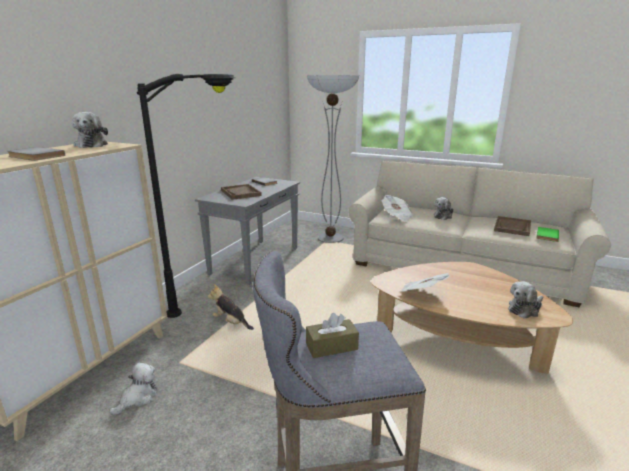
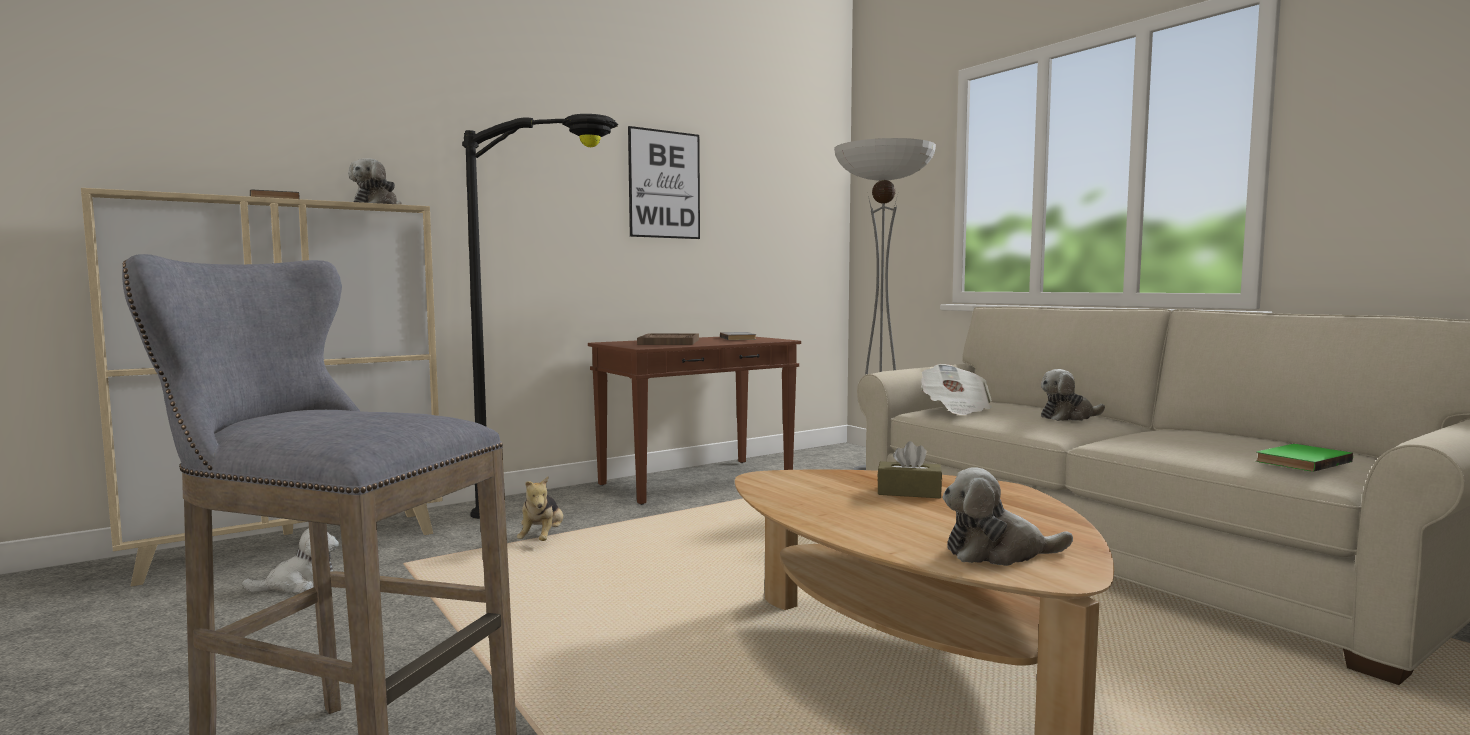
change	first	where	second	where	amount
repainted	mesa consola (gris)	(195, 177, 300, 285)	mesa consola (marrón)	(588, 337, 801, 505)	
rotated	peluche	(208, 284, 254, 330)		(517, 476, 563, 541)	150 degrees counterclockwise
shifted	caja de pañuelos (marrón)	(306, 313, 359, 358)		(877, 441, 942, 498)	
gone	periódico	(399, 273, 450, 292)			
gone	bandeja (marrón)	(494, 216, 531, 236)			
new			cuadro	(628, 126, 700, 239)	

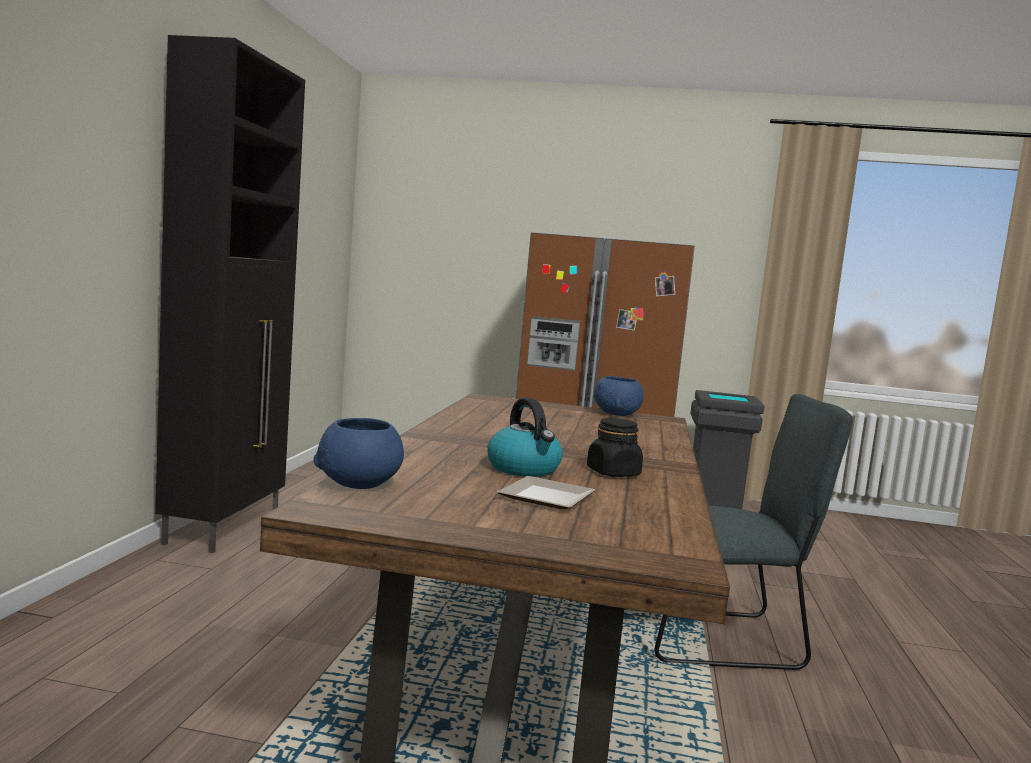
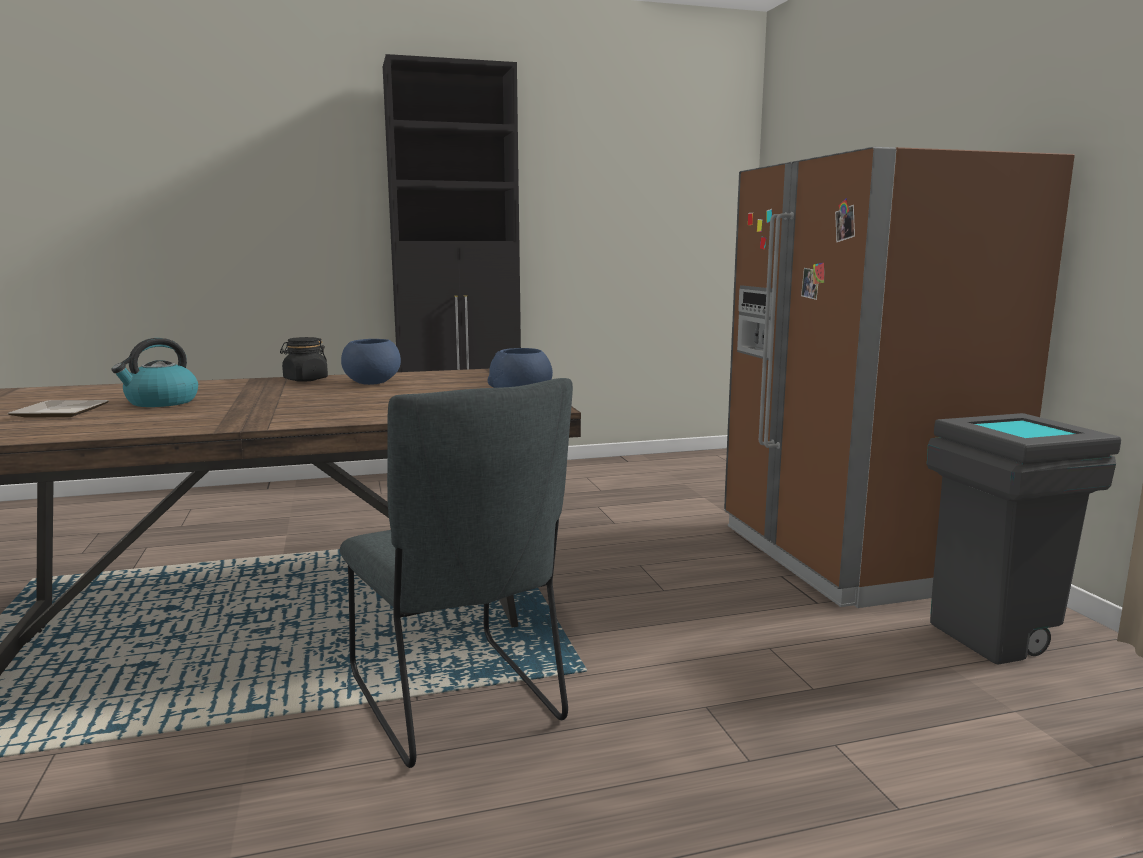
change	first	where	second	where	amount
shifted	cuenco (azul)	(313, 418, 404, 489)		(341, 339, 401, 385)	
shifted	tarro (negro)	(587, 418, 643, 477)		(280, 337, 328, 382)	

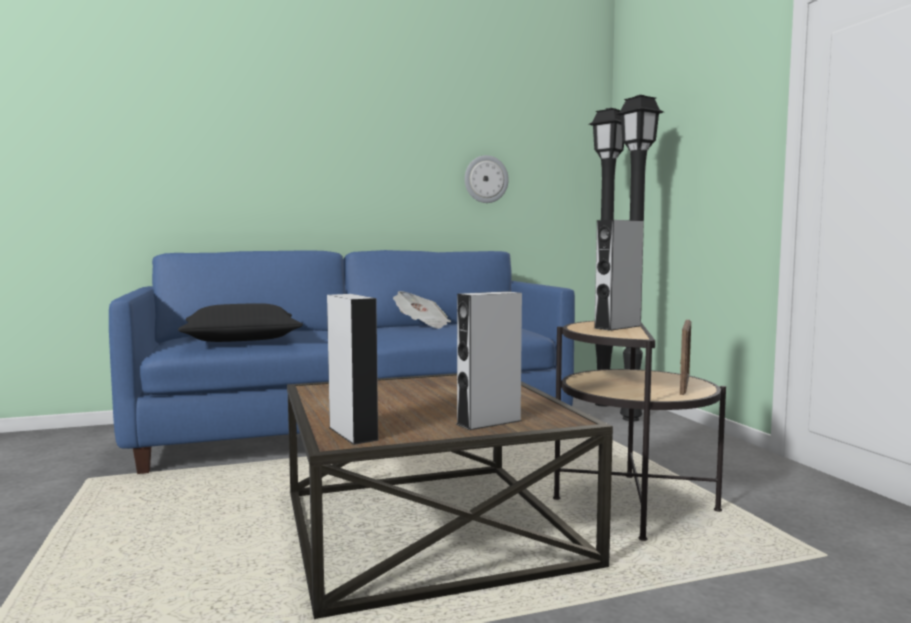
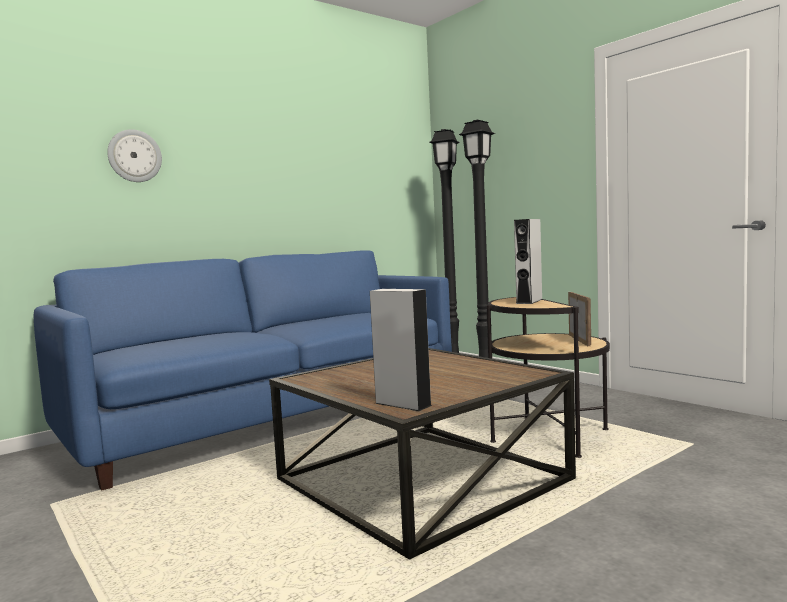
change	first	where	second	where	amount
gone	cojín (negro)	(178, 303, 303, 342)			
gone	periódico	(393, 291, 451, 329)			
gone	altavoz (gris)	(457, 291, 522, 430)			
shifted	reloj de pared	(465, 155, 509, 203)		(107, 129, 162, 182)	

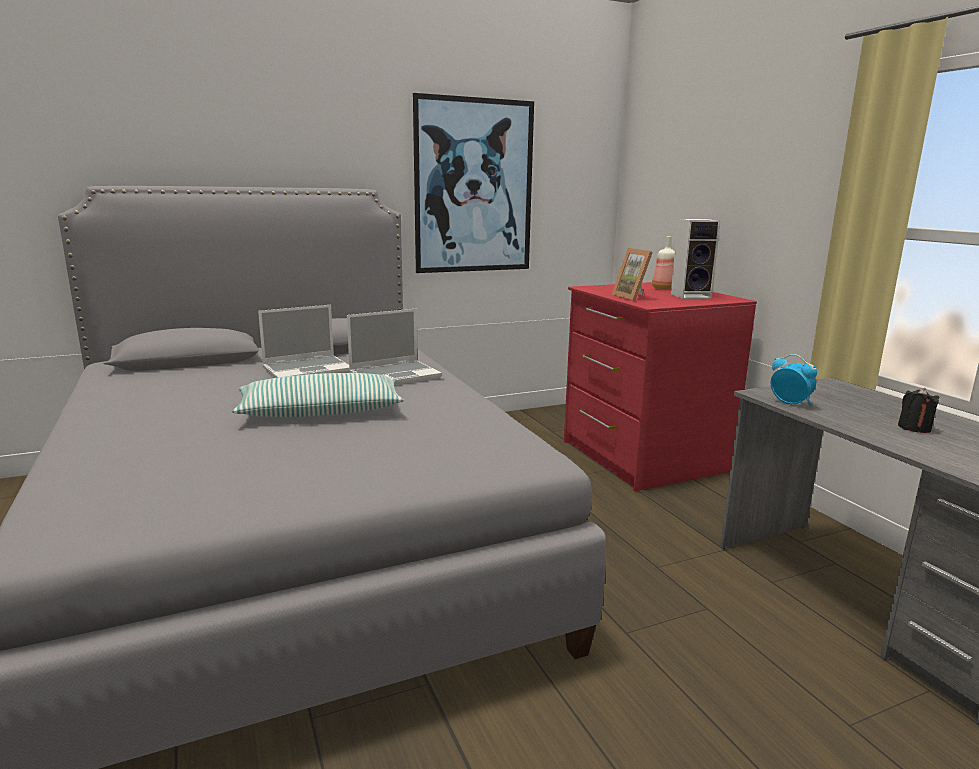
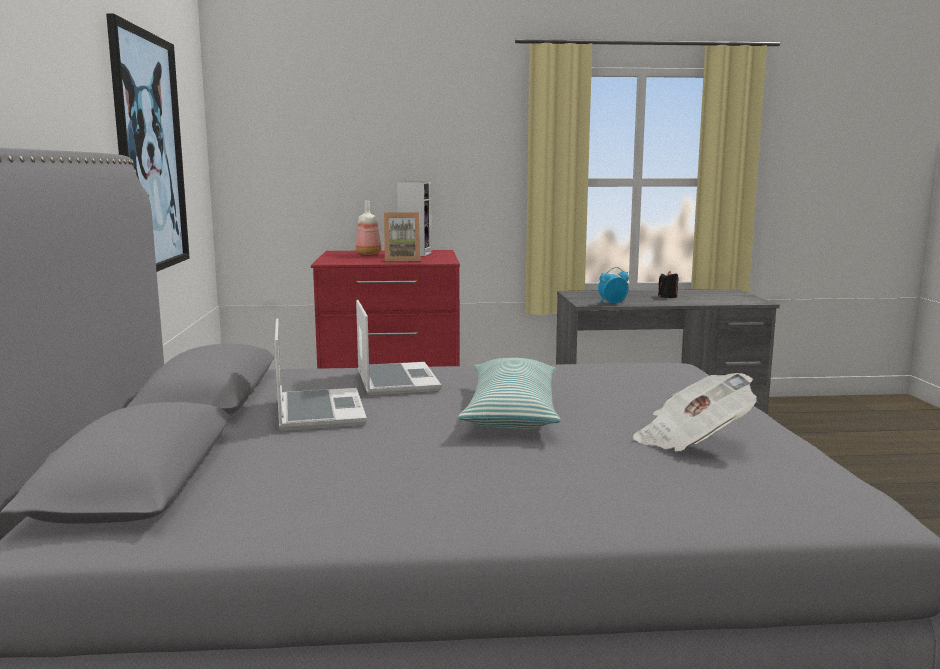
change	first	where	second	where	amount
new			periódico	(633, 373, 757, 451)	

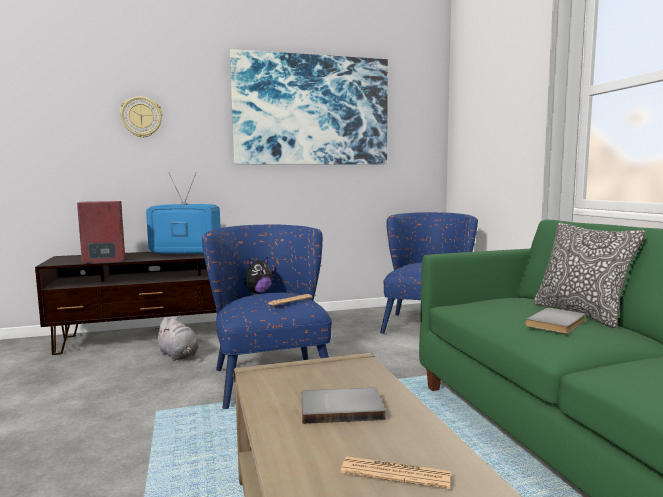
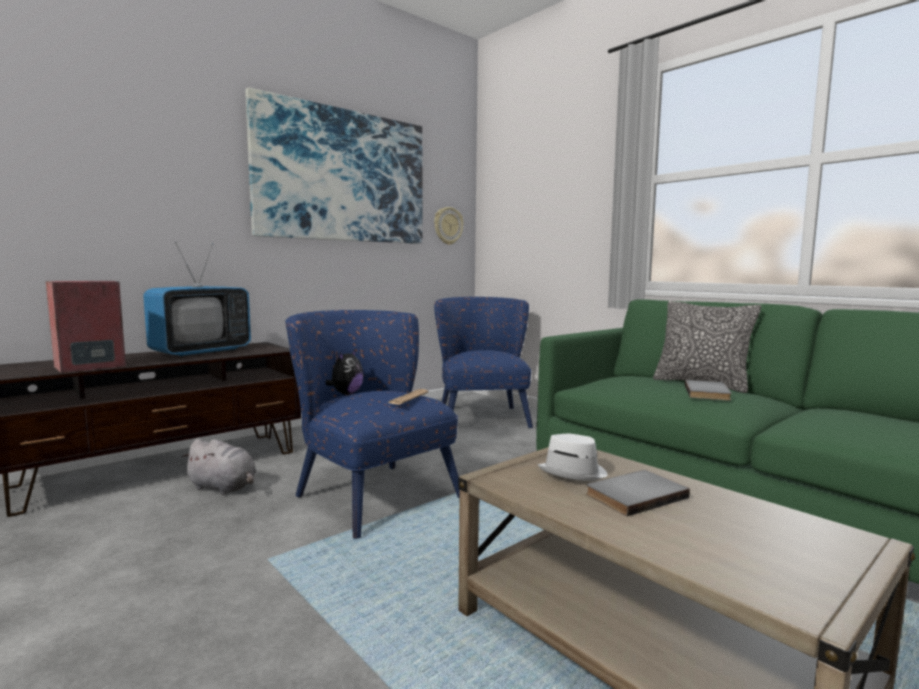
change	first	where	second	where	amount
shifted	reloj de pared	(120, 96, 162, 138)		(434, 207, 463, 245)	
rotated	televisor	(146, 172, 221, 255)		(143, 242, 251, 357)	150 degrees clockwise
gone	periódico	(341, 456, 451, 489)			
new			sombrero (blanco)	(537, 434, 607, 481)	

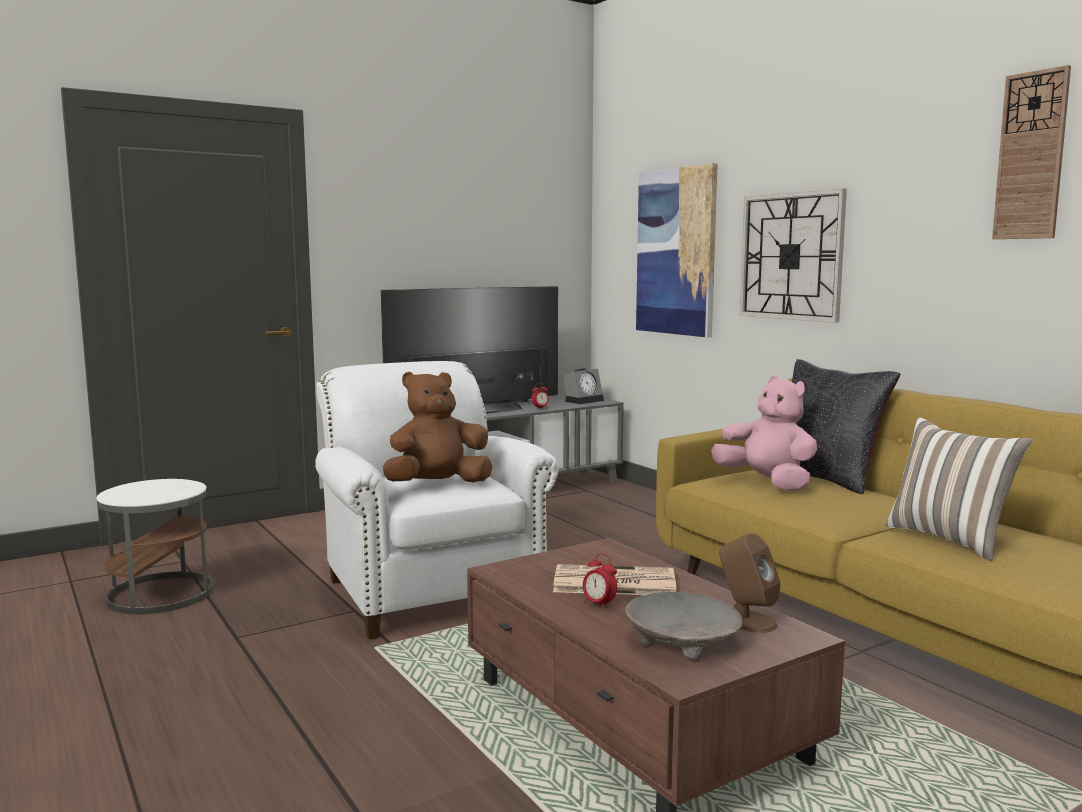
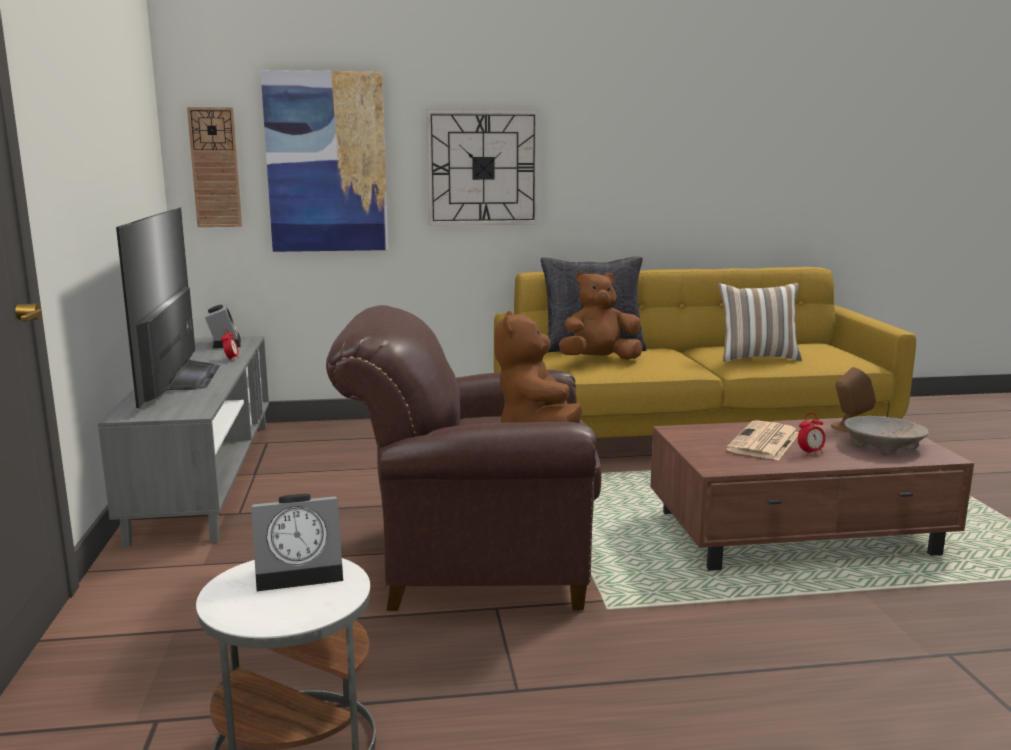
change	first	where	second	where	amount
repainted	sillón (blanco)	(315, 361, 559, 640)	sillón (marrón)	(326, 305, 602, 611)	
repainted	peluche (rosa)	(711, 375, 817, 491)	peluche (marrón)	(559, 272, 643, 360)	
shifted	reloj de pared	(992, 65, 1071, 239)		(187, 107, 242, 227)	
new			despertador	(251, 494, 343, 591)	

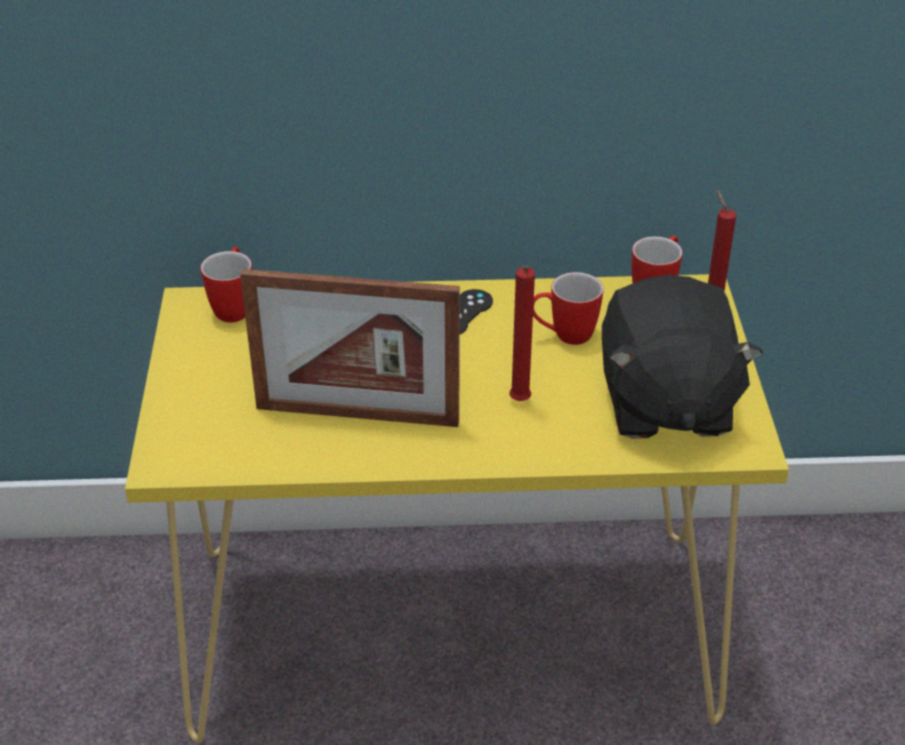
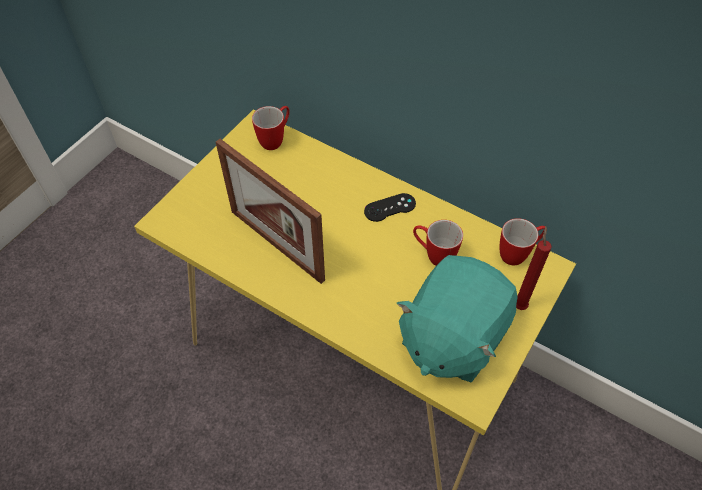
change	first	where	second	where	amount
gone	vela (rojo)	(509, 266, 535, 401)			
repainted	peluche (negro)	(602, 275, 763, 439)	peluche (turquesa)	(397, 255, 518, 383)	

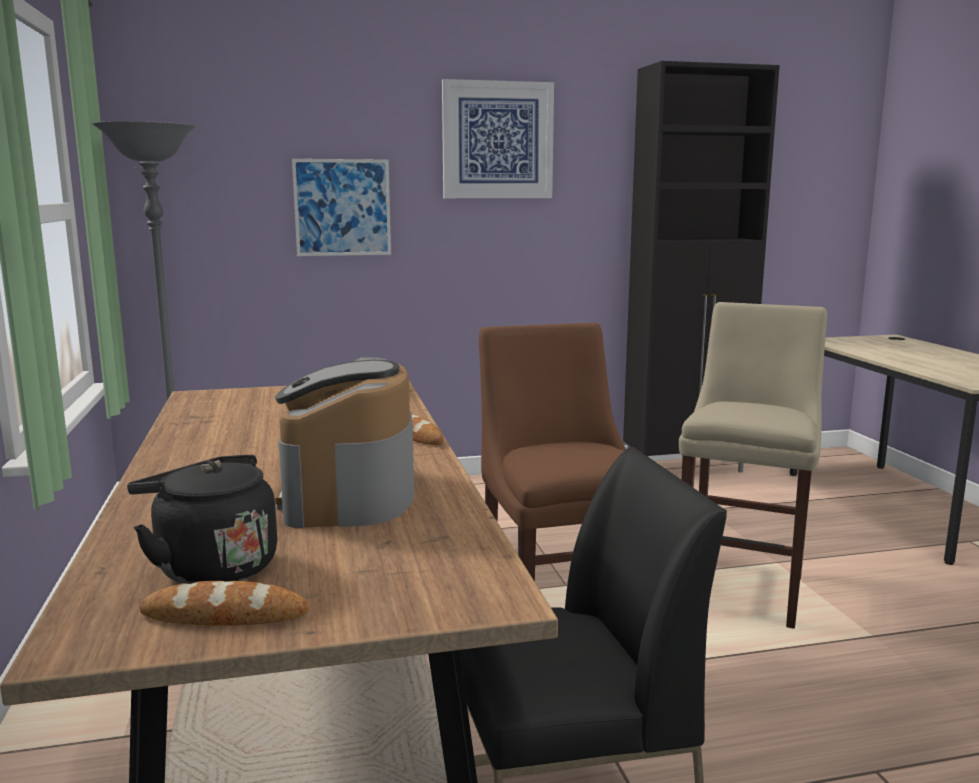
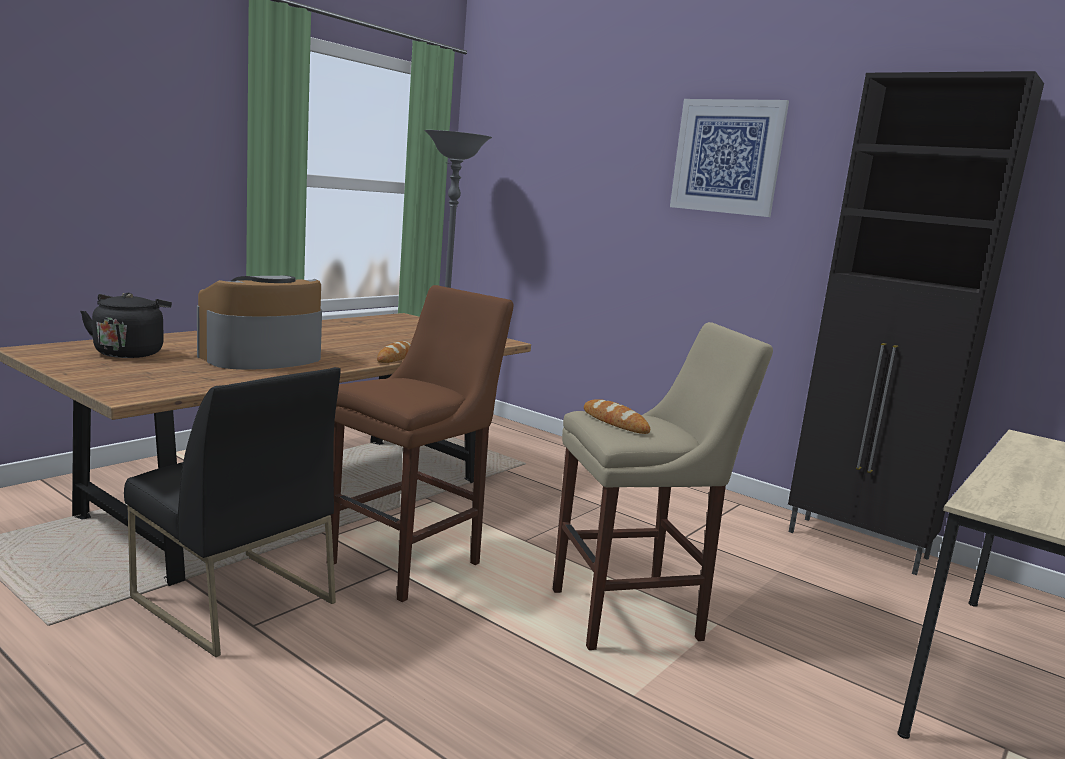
change	first	where	second	where	amount
shifted	pan	(139, 581, 309, 626)		(584, 399, 650, 434)	
gone	cuadro	(292, 159, 391, 256)			

